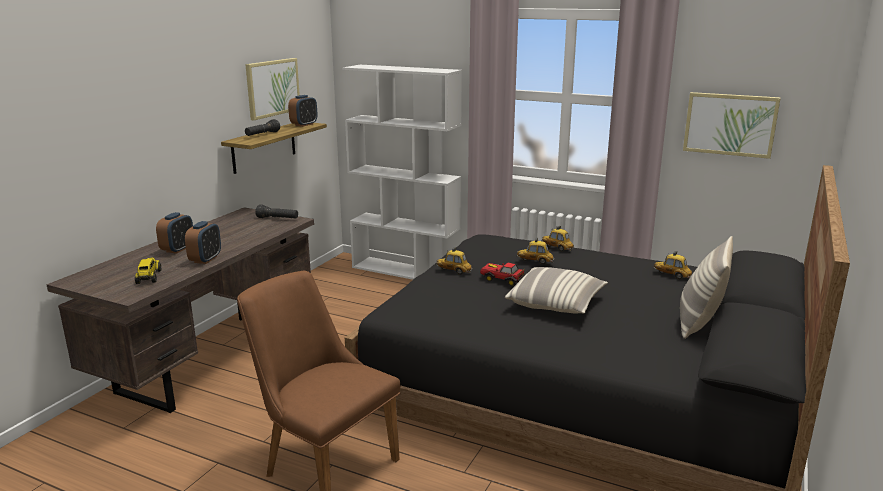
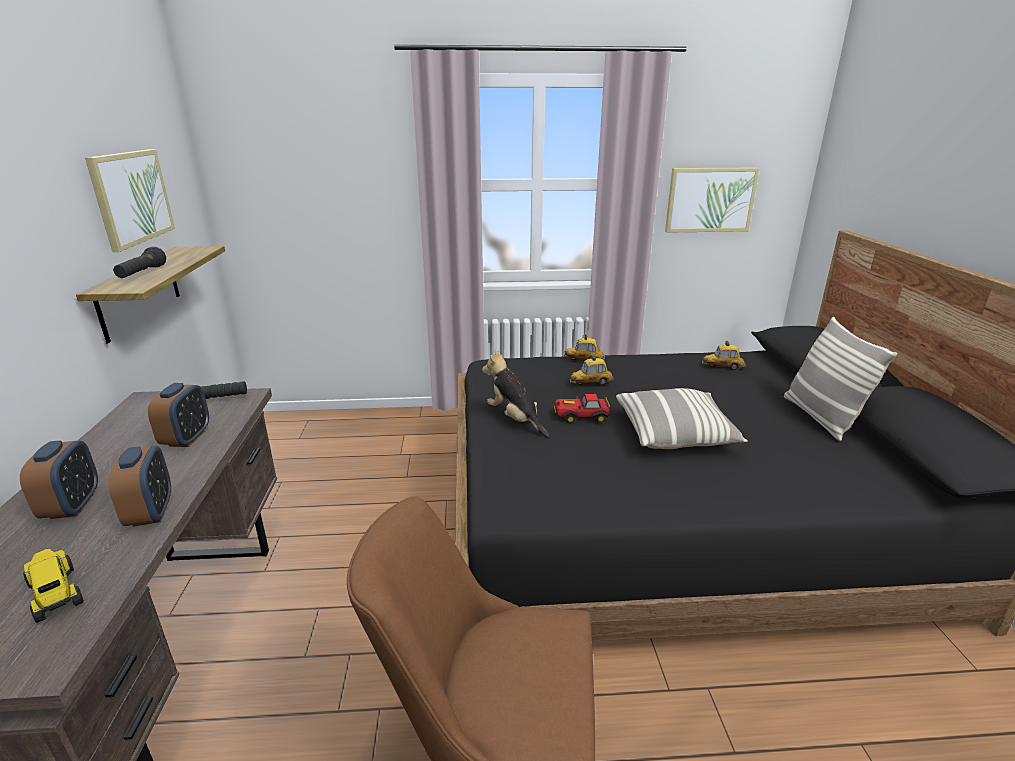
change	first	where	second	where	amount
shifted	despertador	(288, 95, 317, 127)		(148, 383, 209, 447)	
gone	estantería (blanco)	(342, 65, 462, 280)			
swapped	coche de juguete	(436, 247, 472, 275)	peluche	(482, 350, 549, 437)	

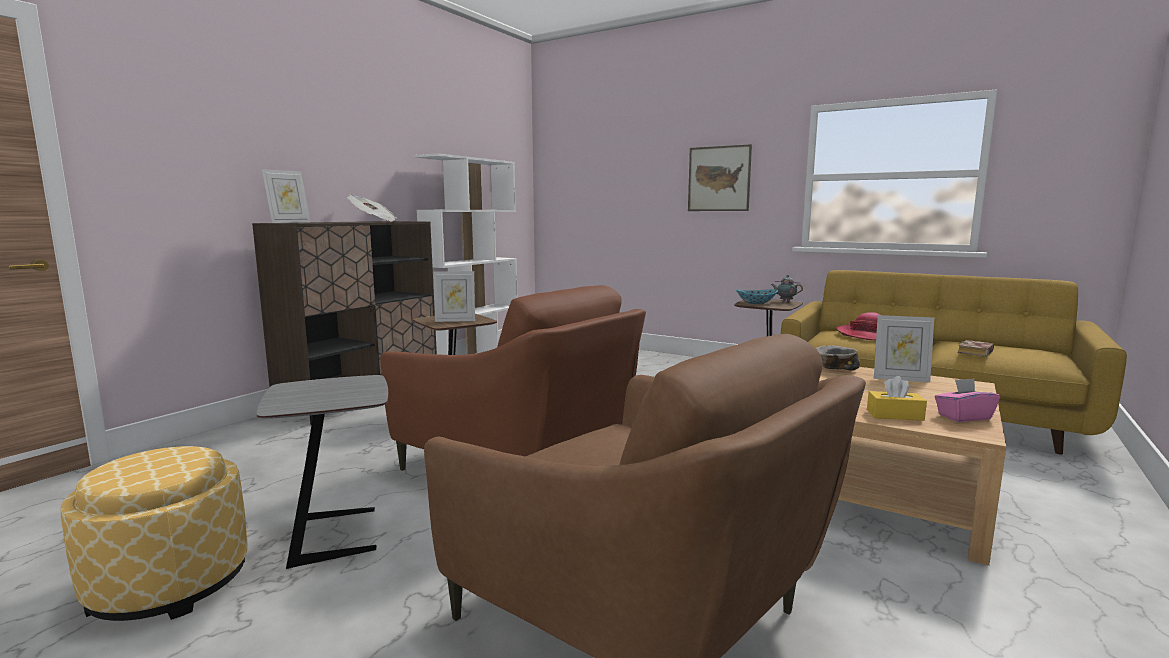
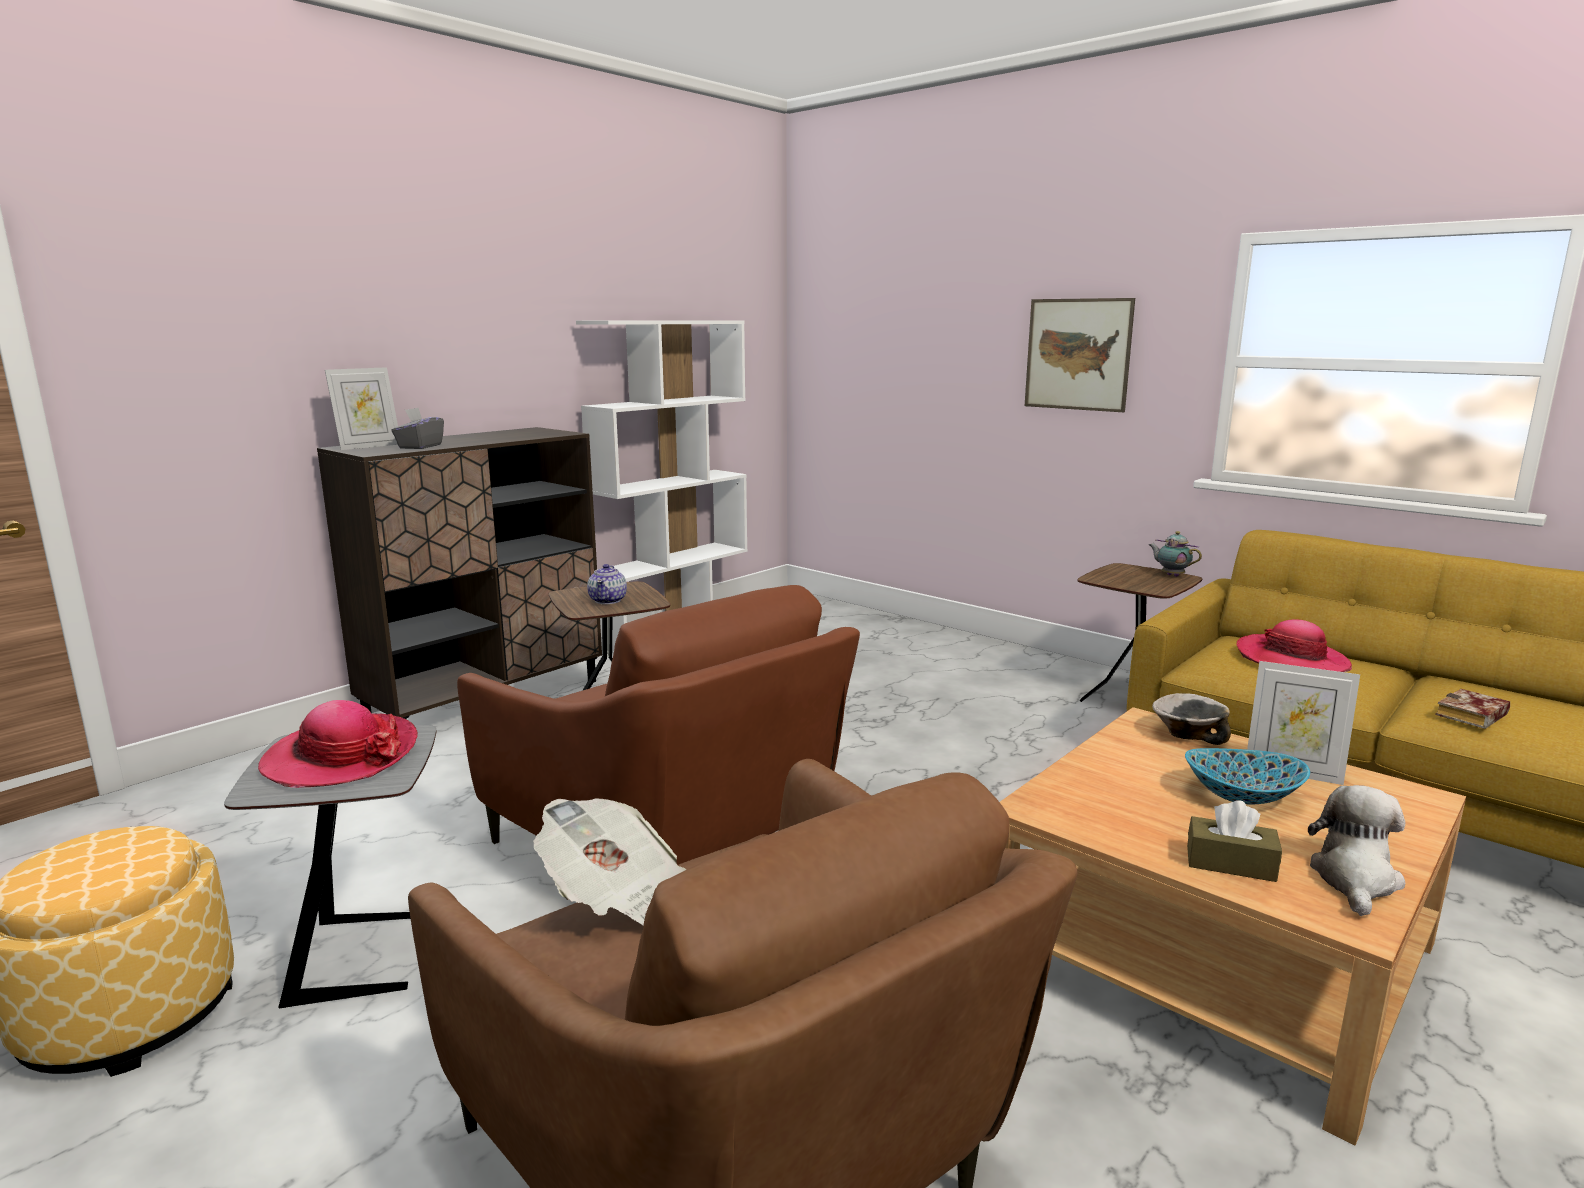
change	first	where	second	where	amount
shifted	periódico	(347, 194, 398, 222)		(533, 798, 686, 926)	
swapped	portarretratos	(434, 271, 475, 322)	tetera	(587, 564, 627, 604)	
shifted	cuenco	(736, 289, 778, 304)		(1185, 748, 1310, 804)	
repainted	caja de pañuelos (amarillo)	(867, 376, 927, 421)	caja de pañuelos (marrón)	(1187, 800, 1282, 882)	
swapped	caja de pañuelos (rosa)	(935, 378, 1000, 422)	peluche	(1308, 785, 1405, 916)	
new			sombrero	(258, 700, 418, 788)	
new			caja de pañuelos (gris)	(392, 408, 444, 449)	

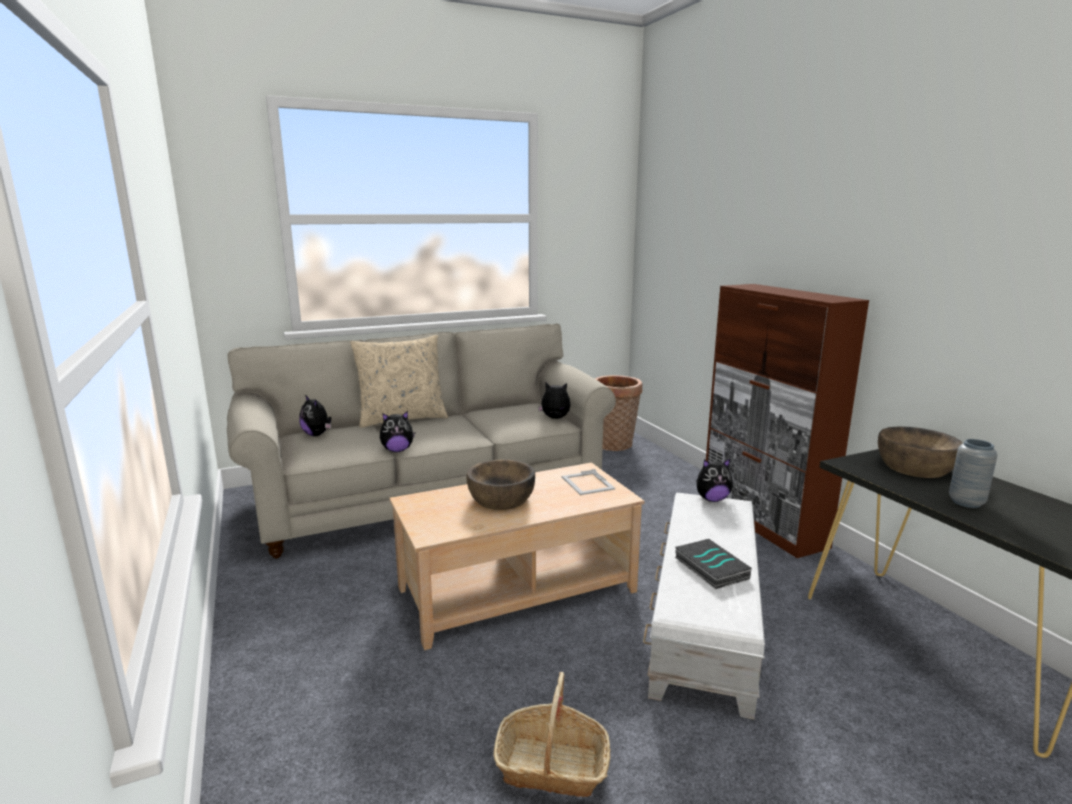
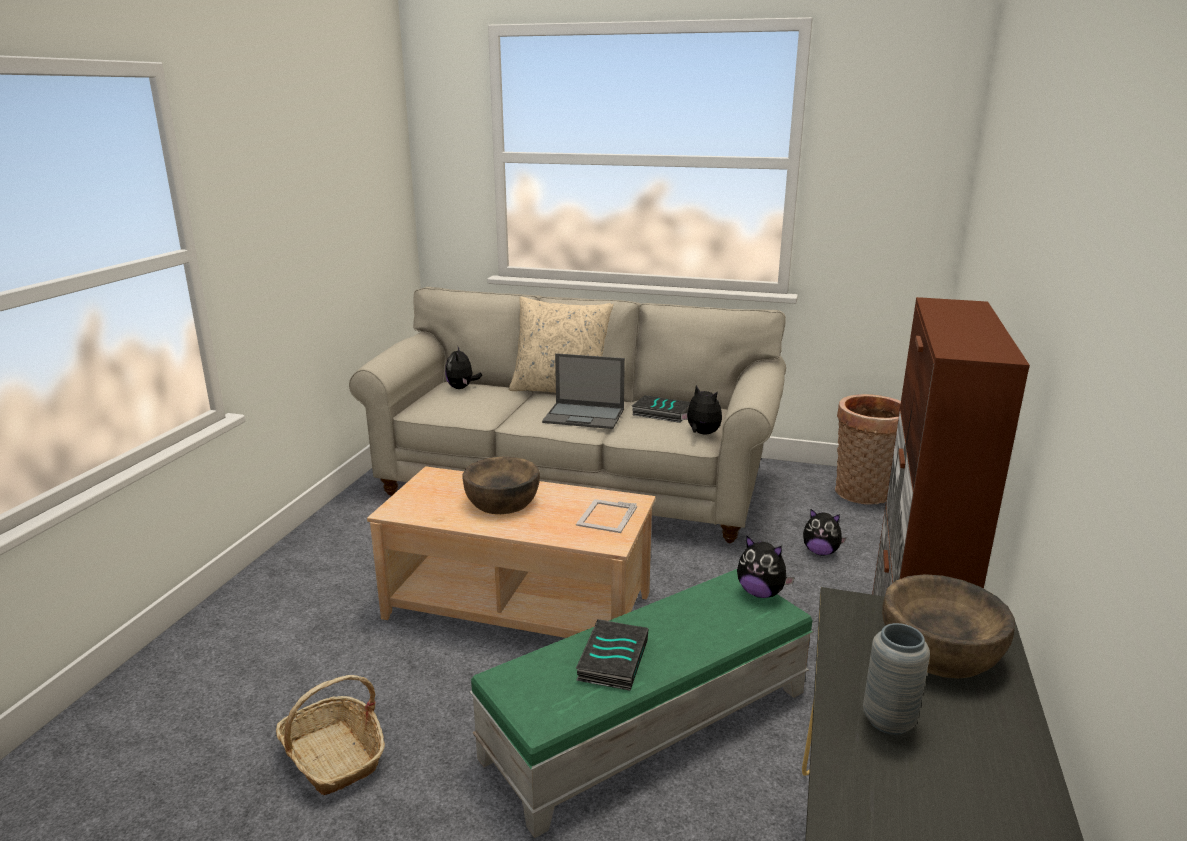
change	first	where	second	where	amount
shifted	peluche	(380, 411, 415, 452)		(803, 509, 847, 555)	
repainted	puf (blanco)	(643, 493, 765, 720)	puf (verde)	(470, 569, 813, 838)	
new			portátil	(542, 353, 625, 429)	
new			libro	(632, 395, 690, 423)	

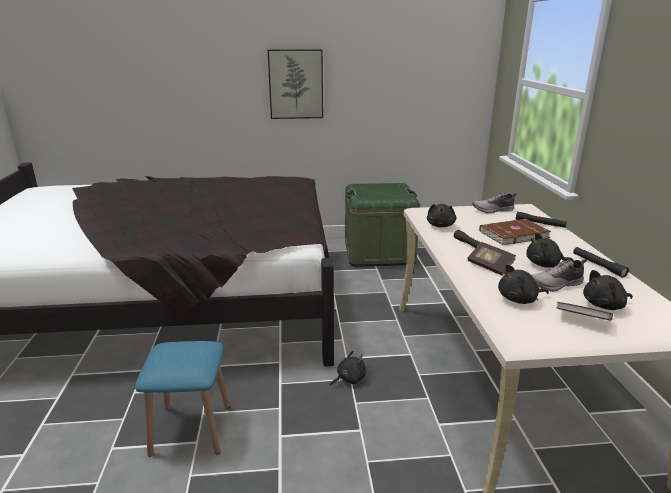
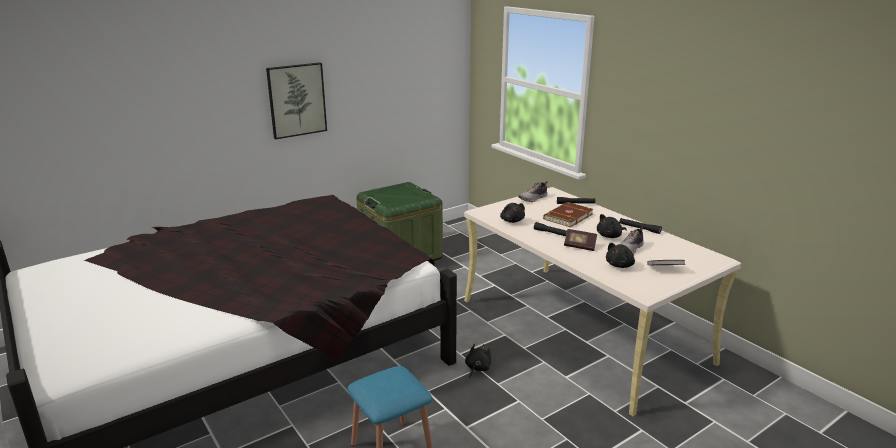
change	first	where	second	where	amount
gone	peluche (negro)	(583, 270, 633, 310)			

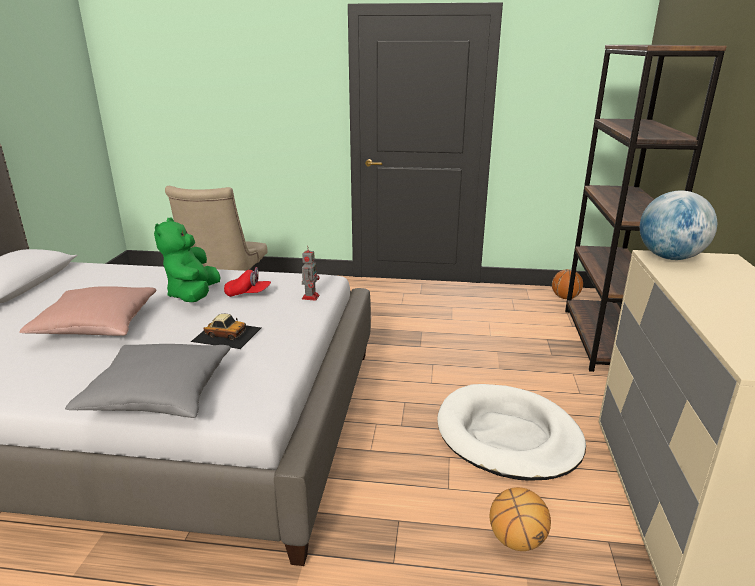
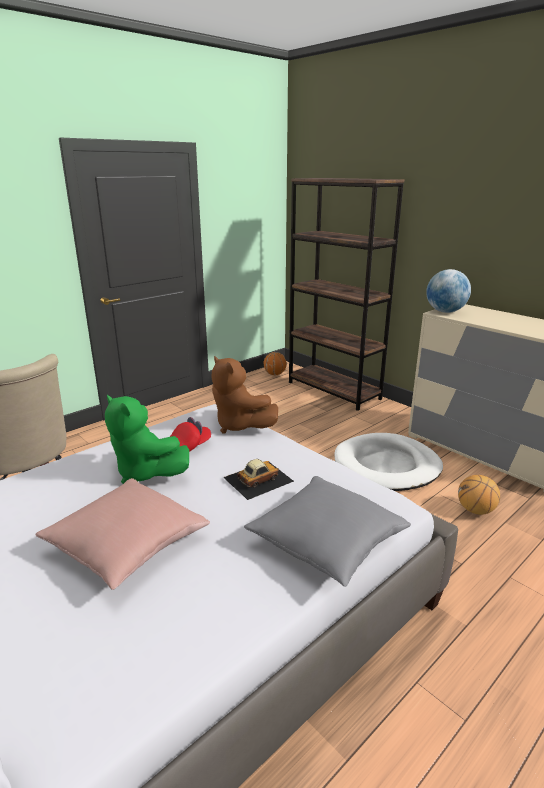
change	first	where	second	where	amount
swapped	robot de juguete	(302, 246, 320, 301)	peluche (marrón)	(211, 356, 278, 434)	

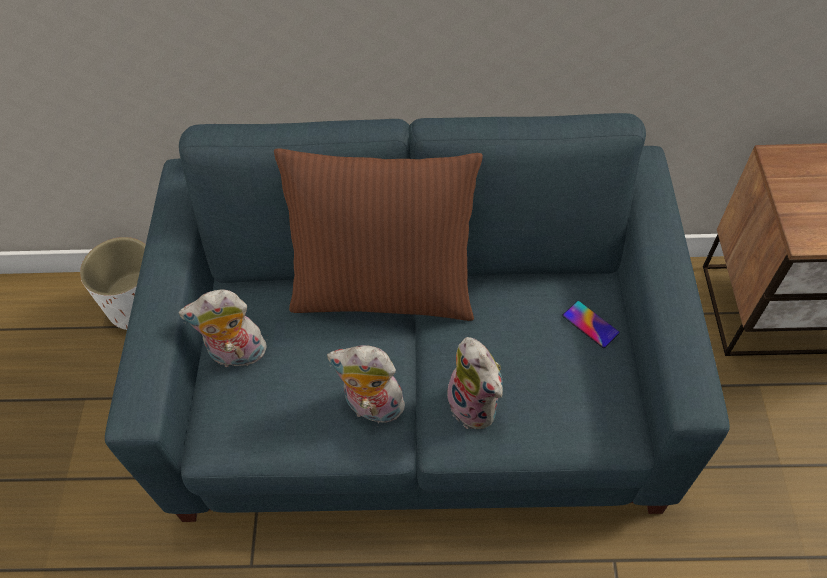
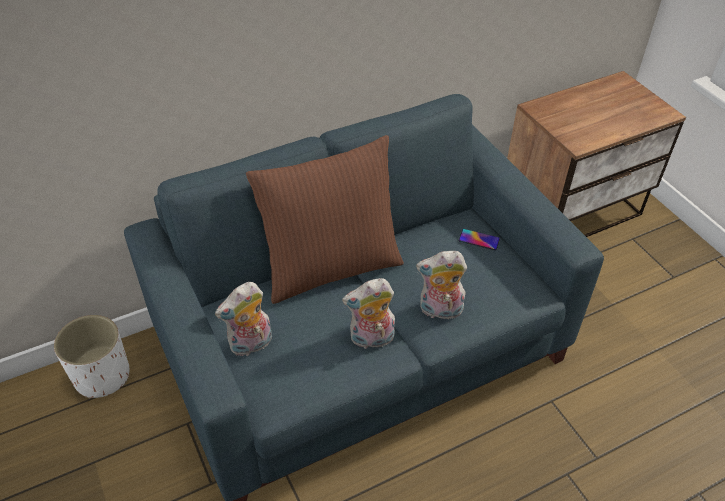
change	first	where	second	where	amount
rotated	peluche	(443, 337, 503, 429)		(416, 251, 467, 320)	150 degrees clockwise

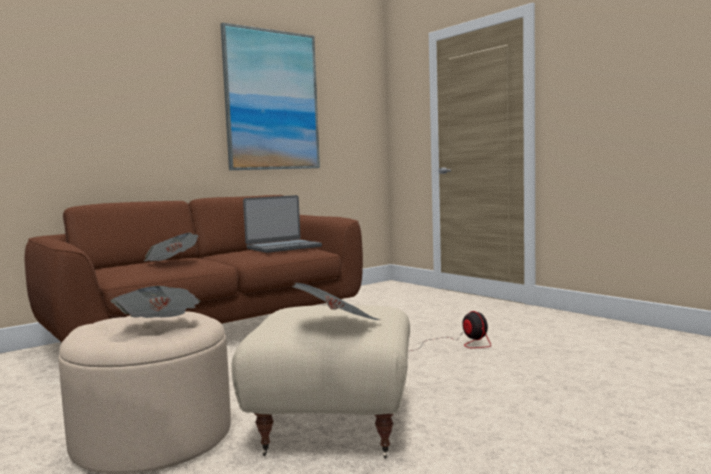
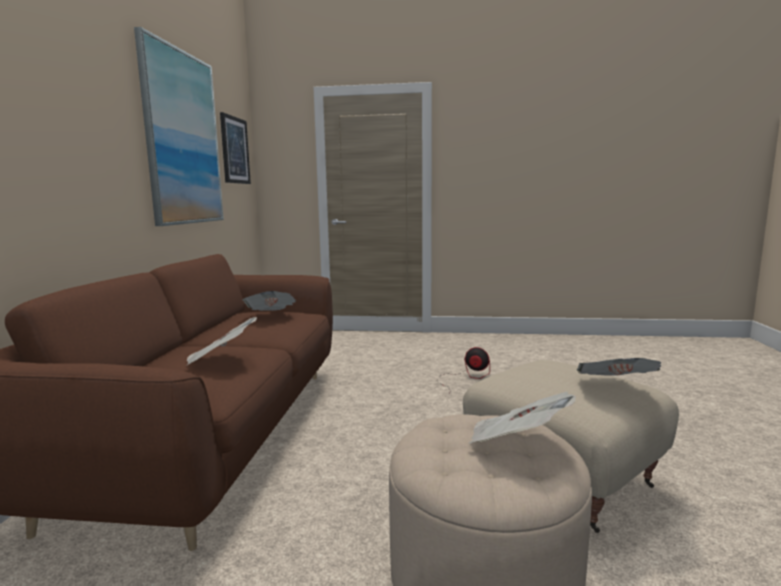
change	first	where	second	where	amount
swapped	portátil	(243, 195, 322, 253)	periódico	(242, 291, 296, 311)	
new			cuadro	(220, 112, 251, 184)	

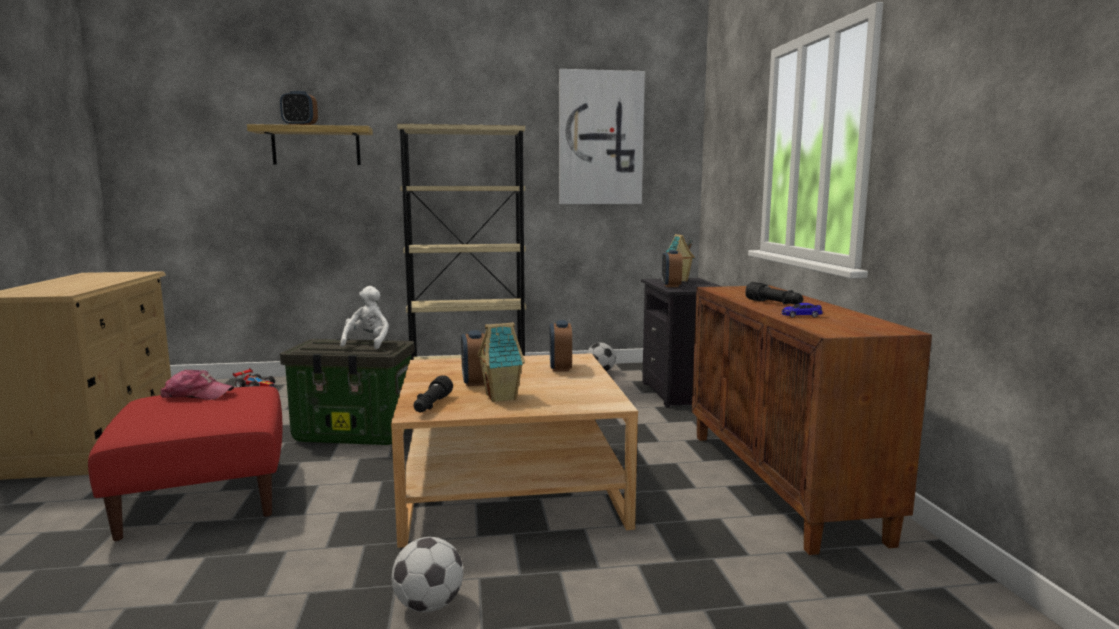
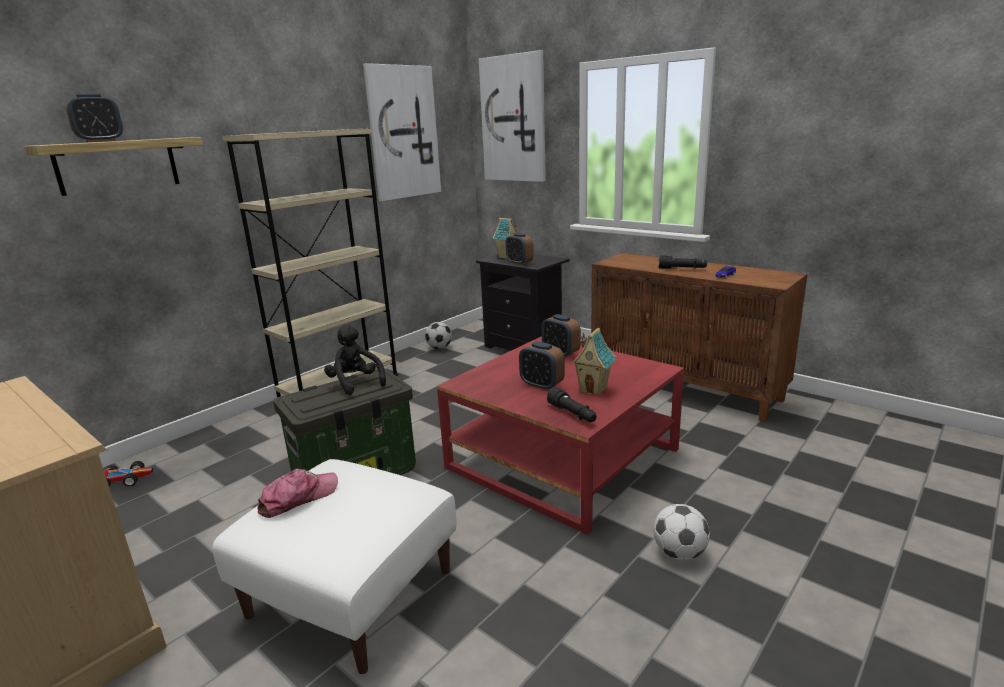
change	first	where	second	where	amount
repainted	puf (rojo)	(88, 386, 282, 541)	puf (blanco)	(212, 459, 457, 674)	
repainted	peluche (blanco)	(340, 286, 389, 349)	peluche (negro)	(324, 325, 386, 395)	
repainted	mesa de centro (beis)	(391, 353, 638, 548)	mesa de centro (rojo)	(437, 336, 684, 535)	
new			cuadro	(479, 50, 546, 182)	

